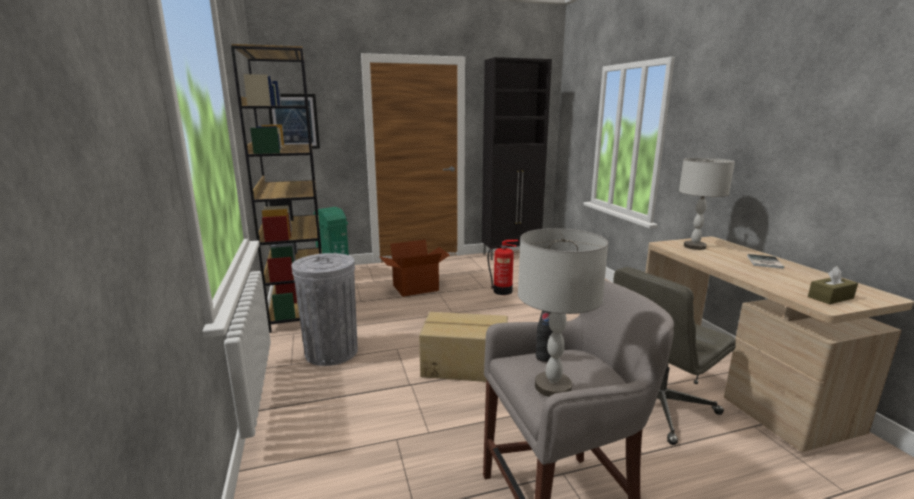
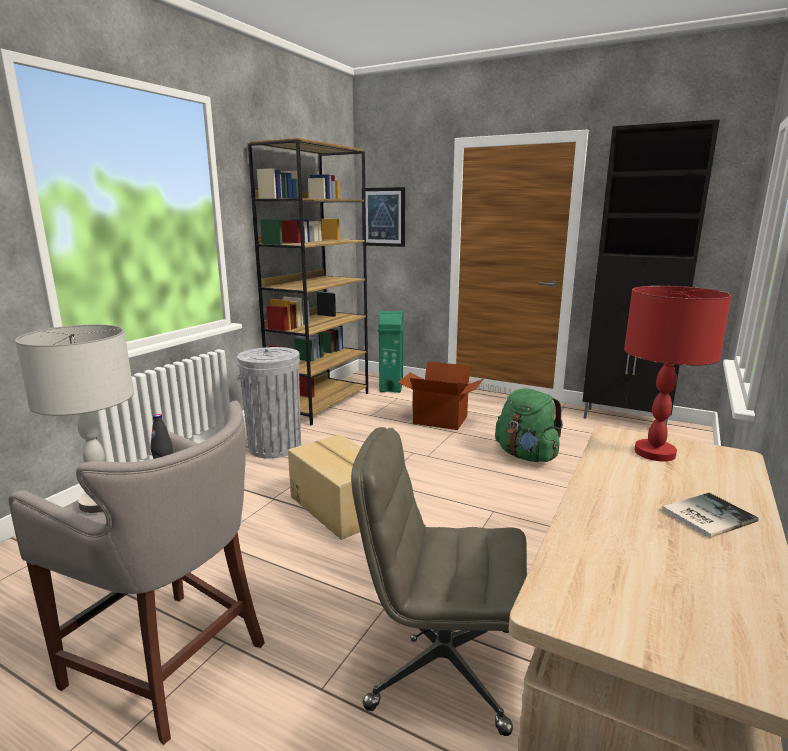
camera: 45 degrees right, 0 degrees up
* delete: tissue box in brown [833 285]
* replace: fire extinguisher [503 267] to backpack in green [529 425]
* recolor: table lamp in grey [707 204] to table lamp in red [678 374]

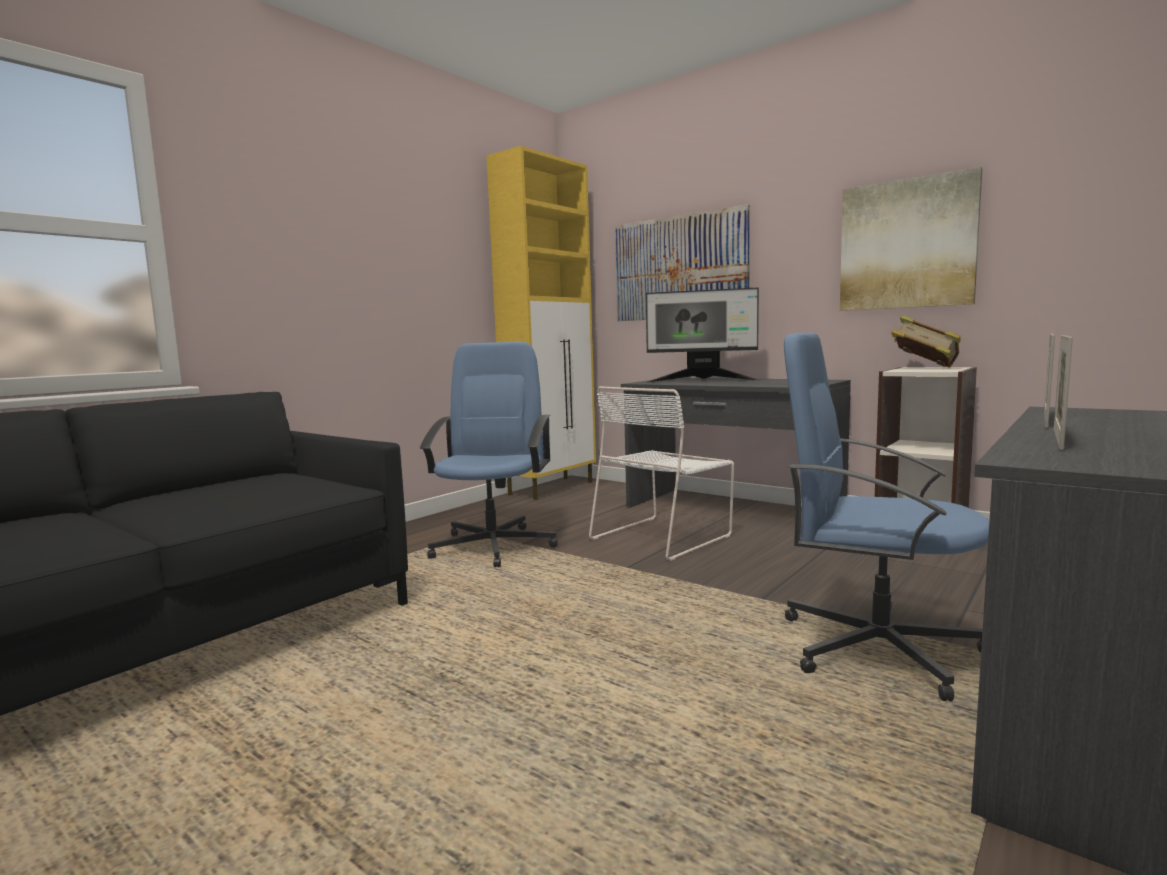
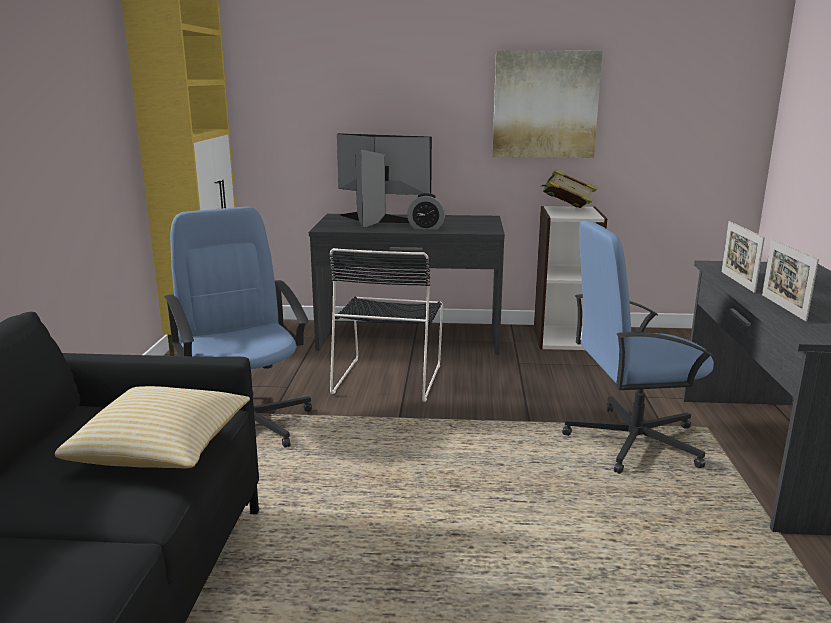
camera: 35 degrees left, 10 degrees up
* delete: picture [682 262]
* insert: pillow [152 427]
* insert: alarm clock [426 211]
* recolor: chair in white [661 473] to chair in black [386 325]
* rotate: monitor [703 335] = [384 180] 135 degrees counterclockwise

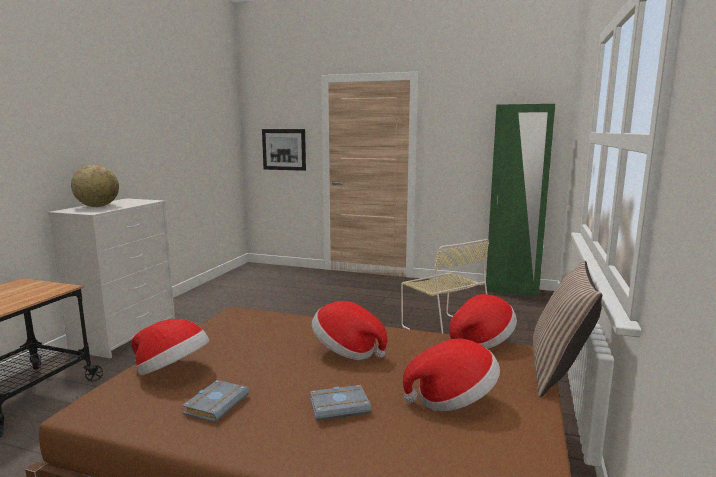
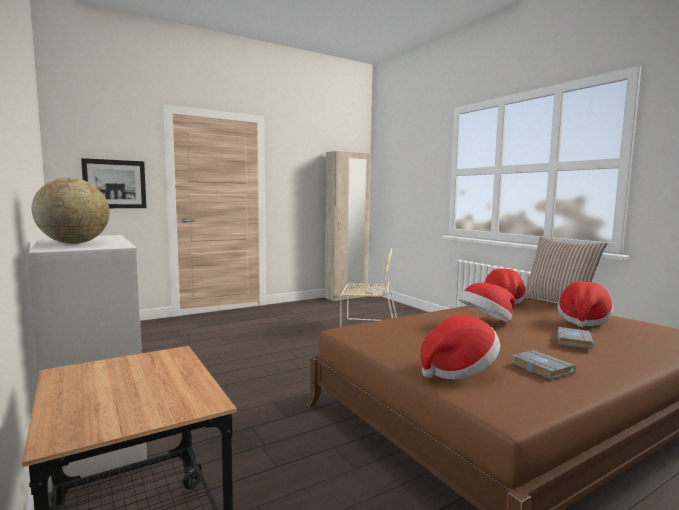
camera: 50 degrees left, 5 degrees down
* recolor: wardrobe in green [520 200] to wardrobe in beige [347 226]

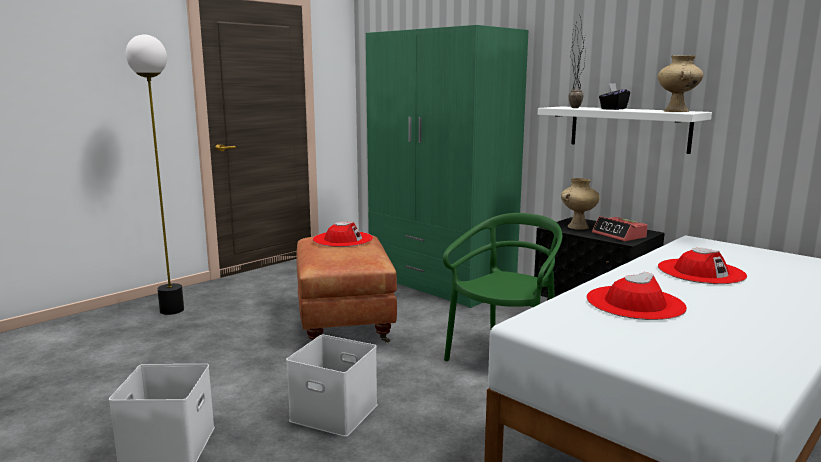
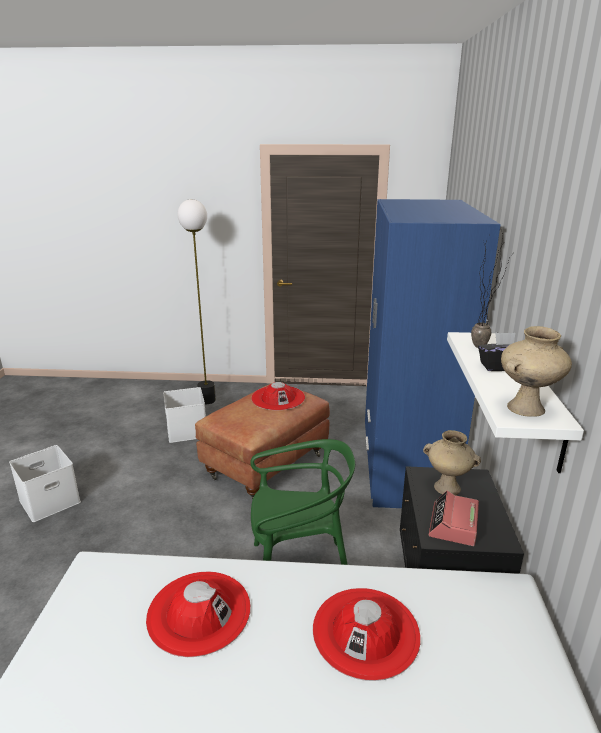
camera: 50 degrees right, 10 degrees up
* move: storage box in white [332 386] to [184 415]
* recolor: wardrobe in green [447 166] to wardrobe in blue [433 353]

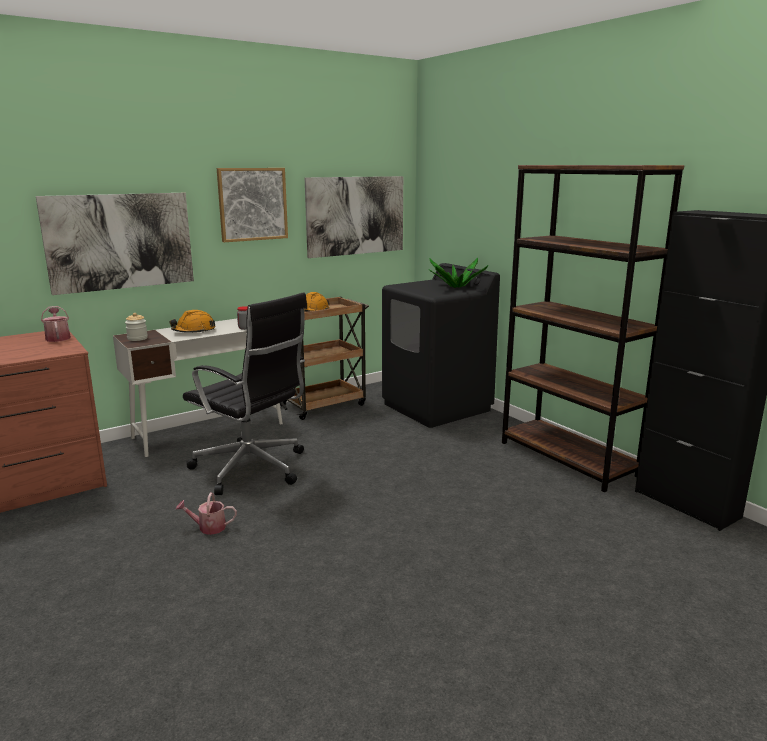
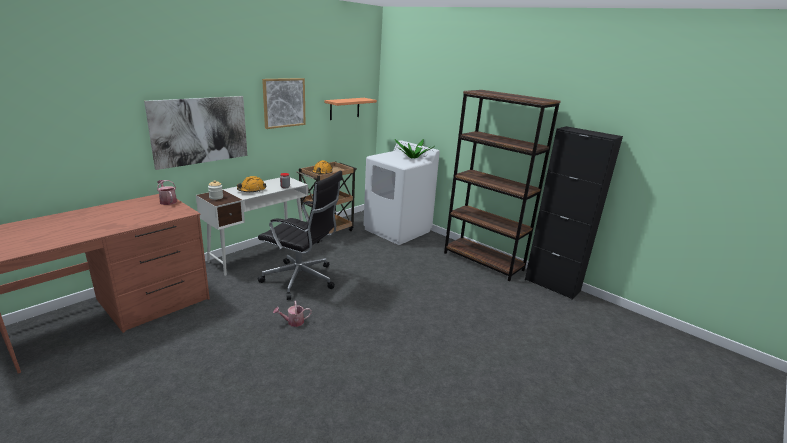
camera: 15 degrees left, 5 degrees up
* replace: picture [354 217] to shelf [350 109]
* recolor: washing machine in black [441 345] to washing machine in white [402 192]

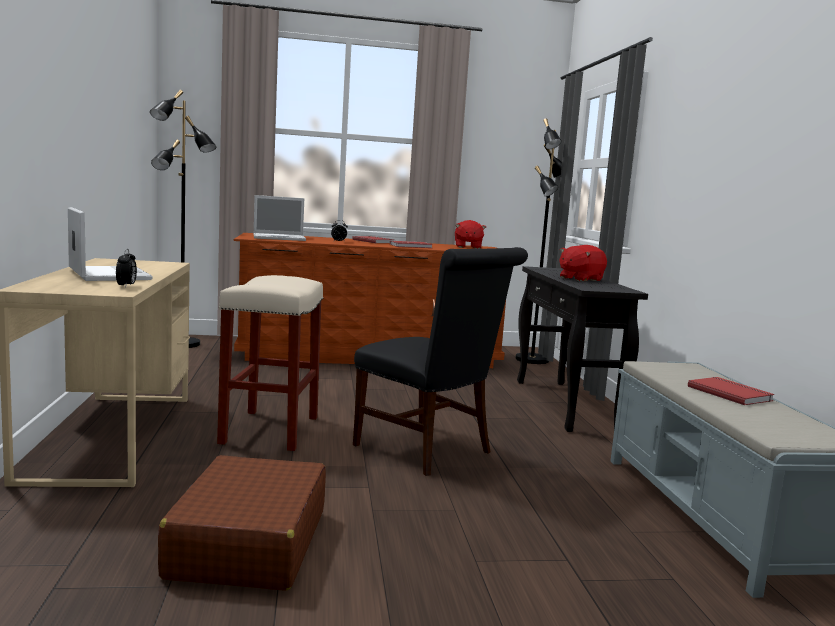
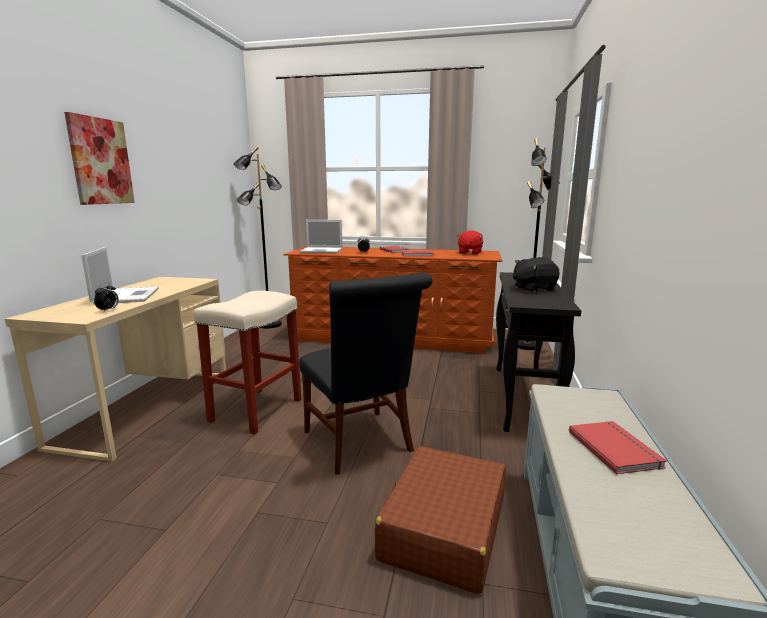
camera: 20 degrees right, 5 degrees up
* insert: picture [99 158]
* move: suitcase in brown [242 523] to [440 520]
* recolor: plush toy in red [583 263] to plush toy in black [536 274]

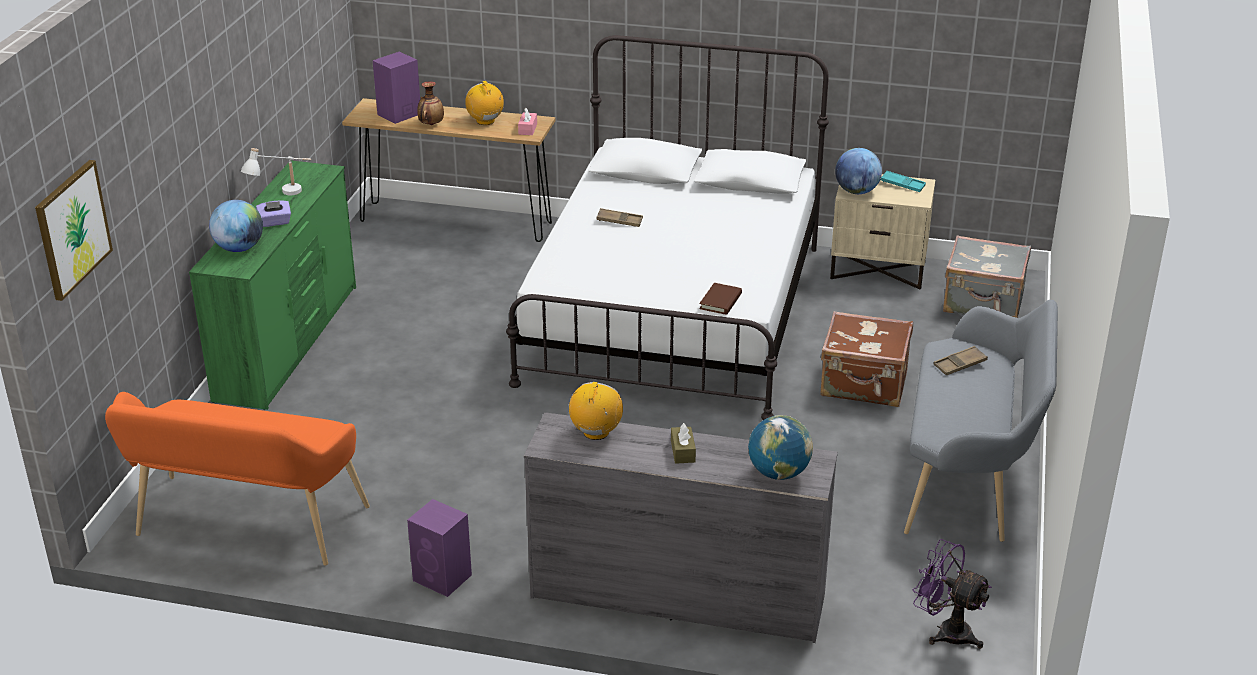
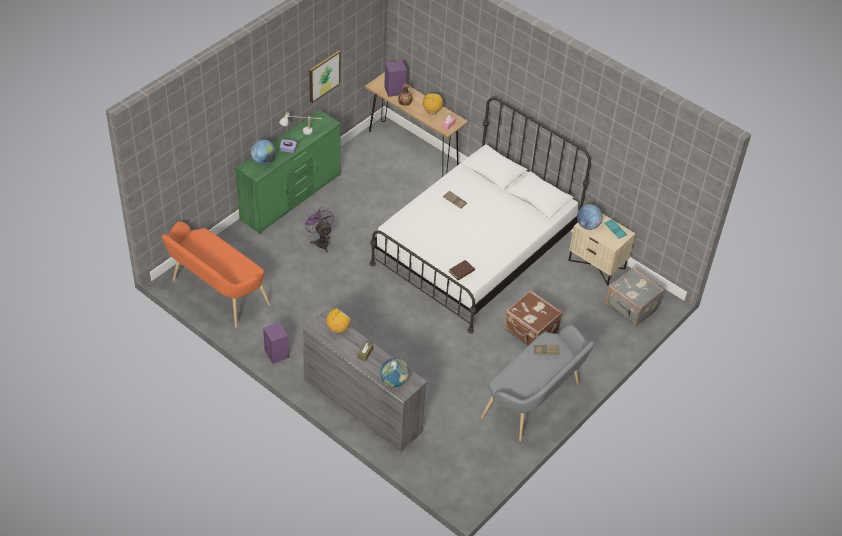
camera: 25 degrees right, 15 degrees up
* move: picture [74 230] to [324 76]
* move: fan in purple [952 594] to [318 229]

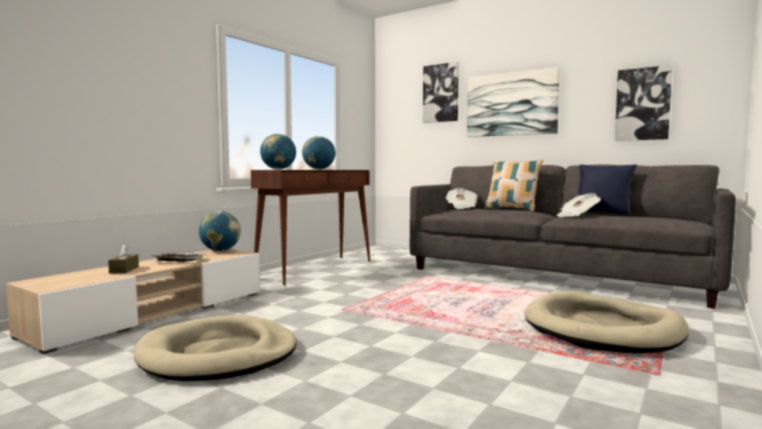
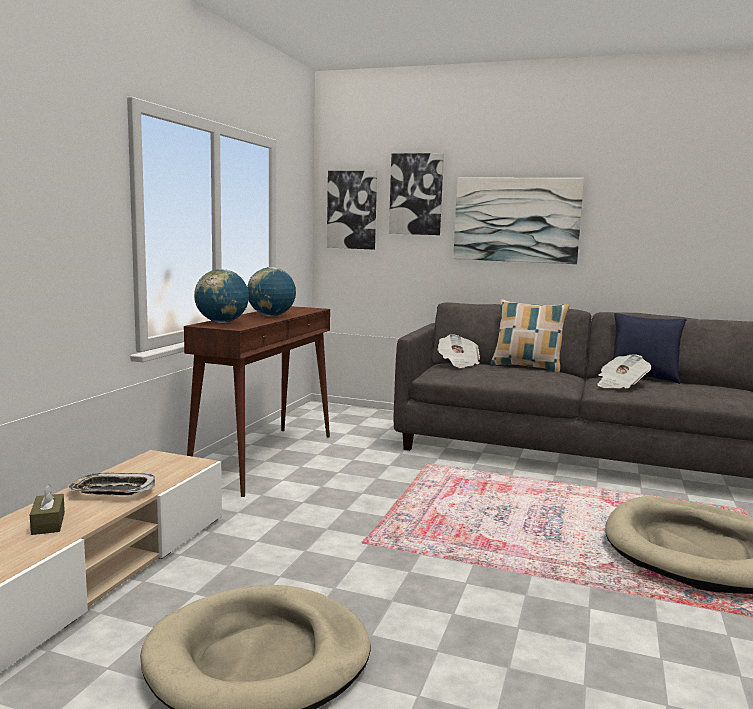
camera: 15 degrees left, 5 degrees up
* delete: globe [220 231]
* move: picture [643 103] to [352 210]

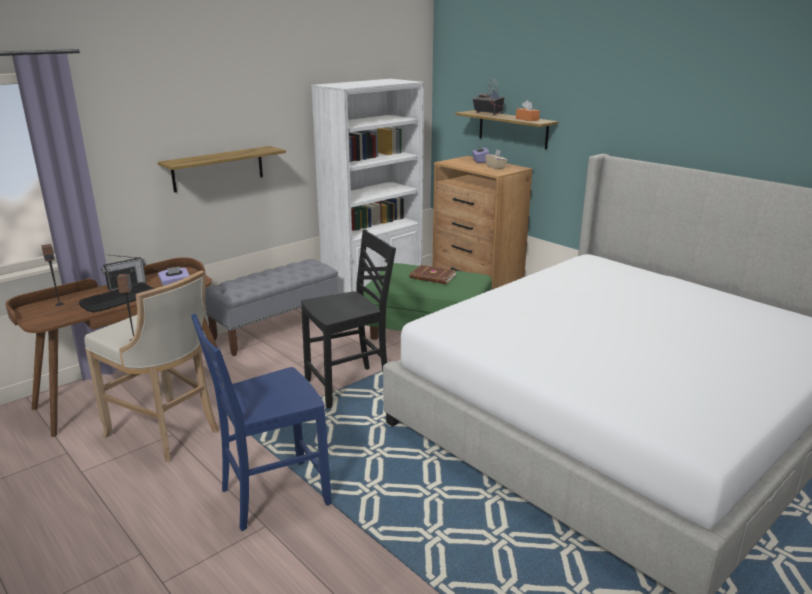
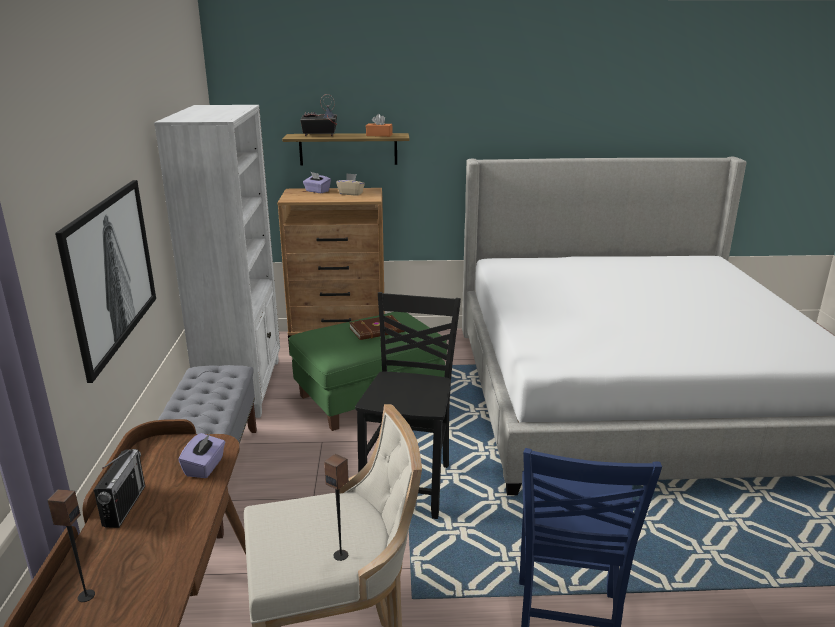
camera: 50 degrees left, 0 degrees up
* delete: keyboard [117 297]
* replace: shelf [222 169] to picture [105 281]

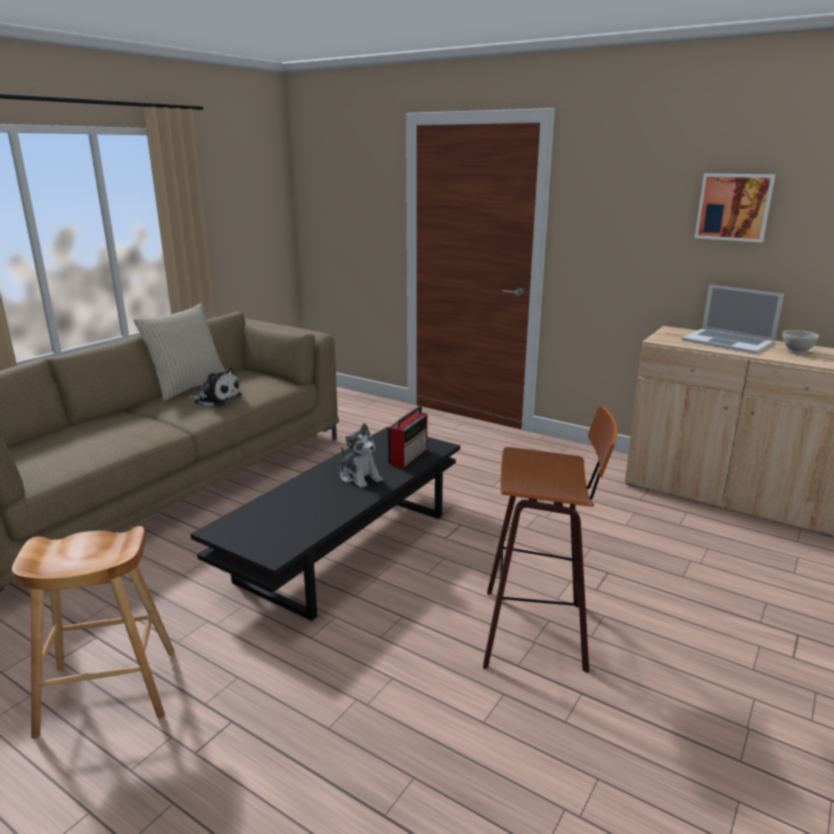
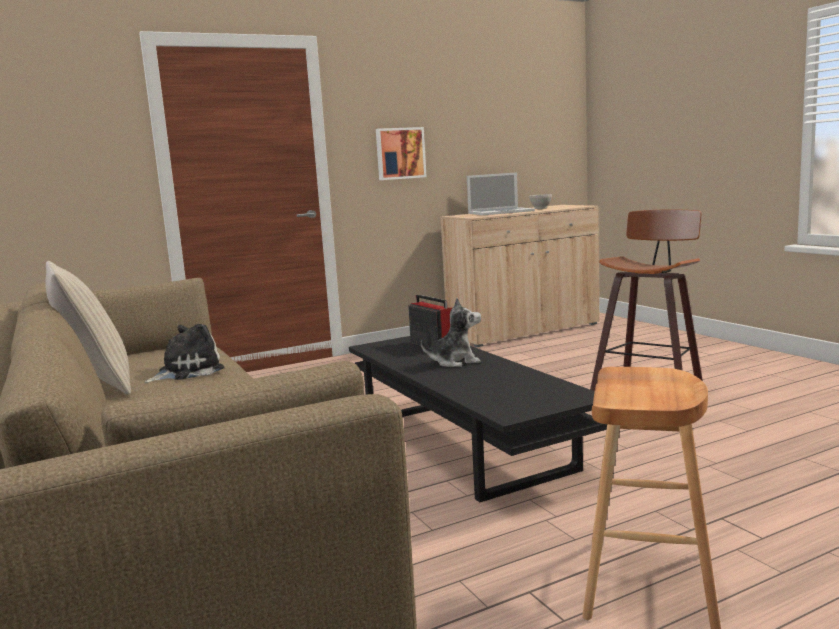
camera: 60 degrees left, 10 degrees down
* move: picture [735 208] to [401 153]

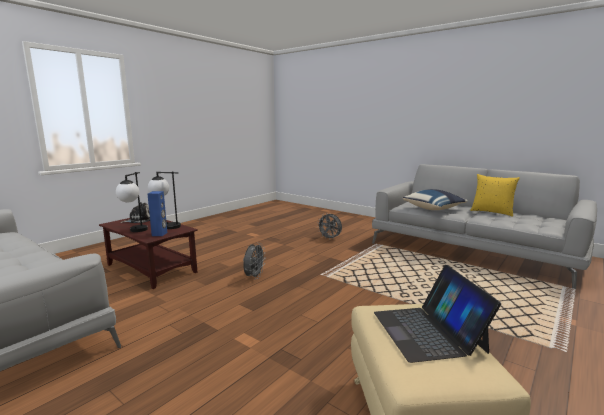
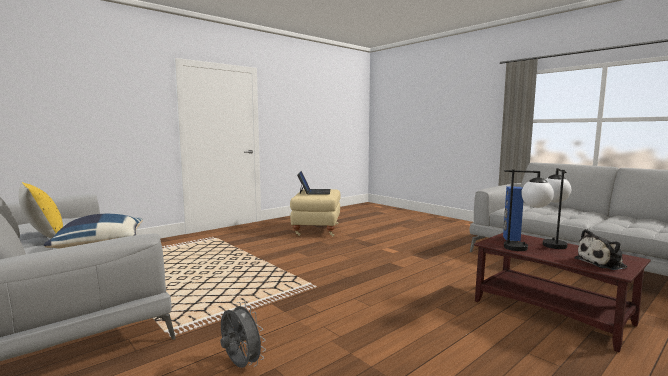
camera: 170 degrees left, 5 degrees down
* delete: fan in grey [254 261]

